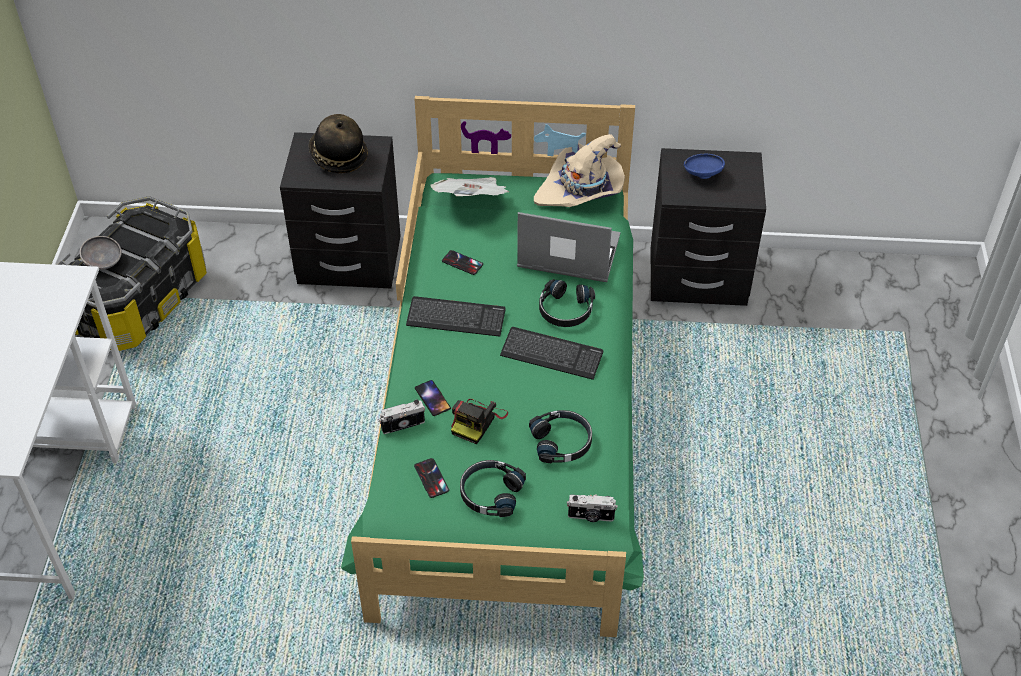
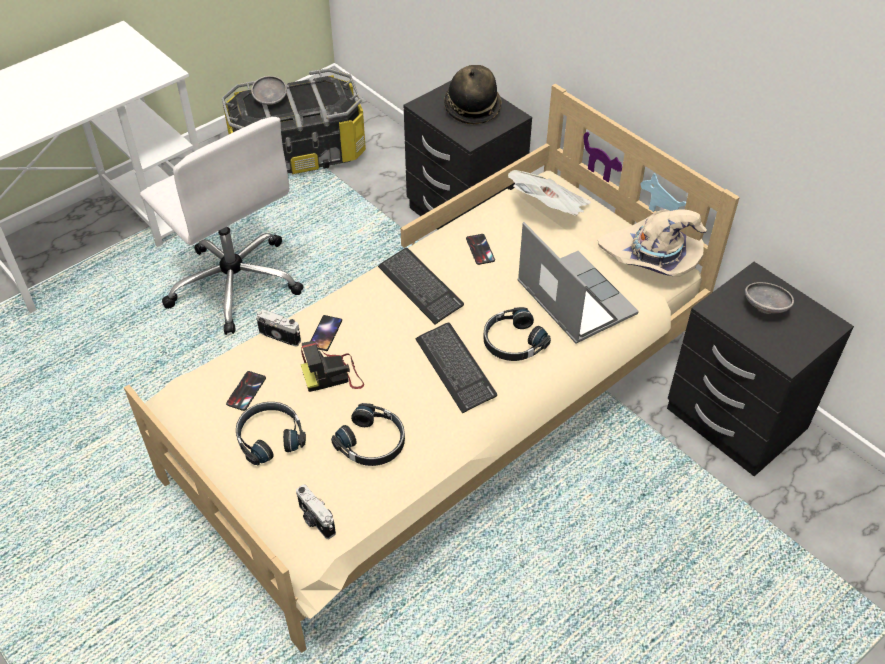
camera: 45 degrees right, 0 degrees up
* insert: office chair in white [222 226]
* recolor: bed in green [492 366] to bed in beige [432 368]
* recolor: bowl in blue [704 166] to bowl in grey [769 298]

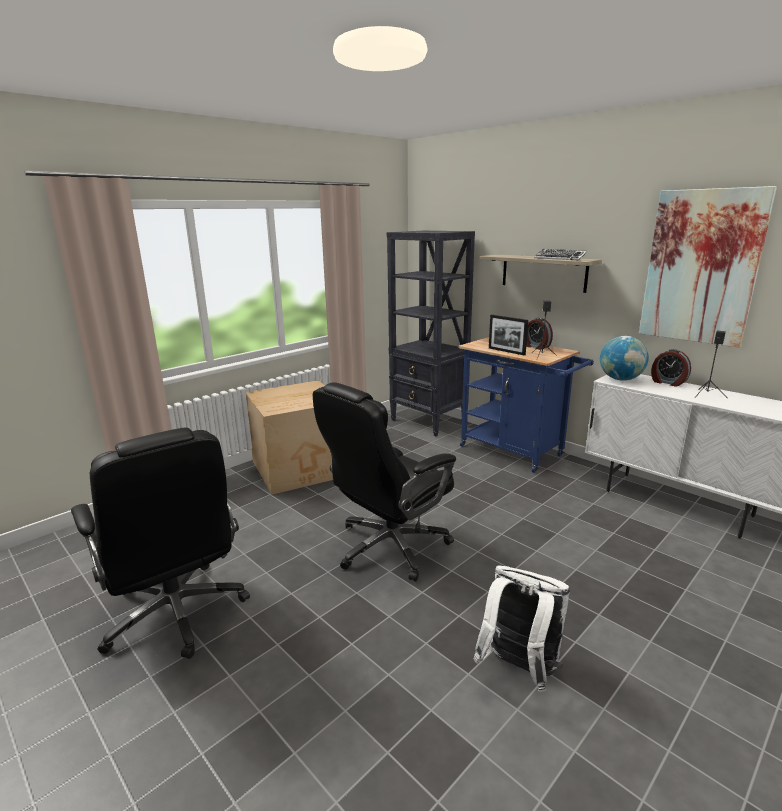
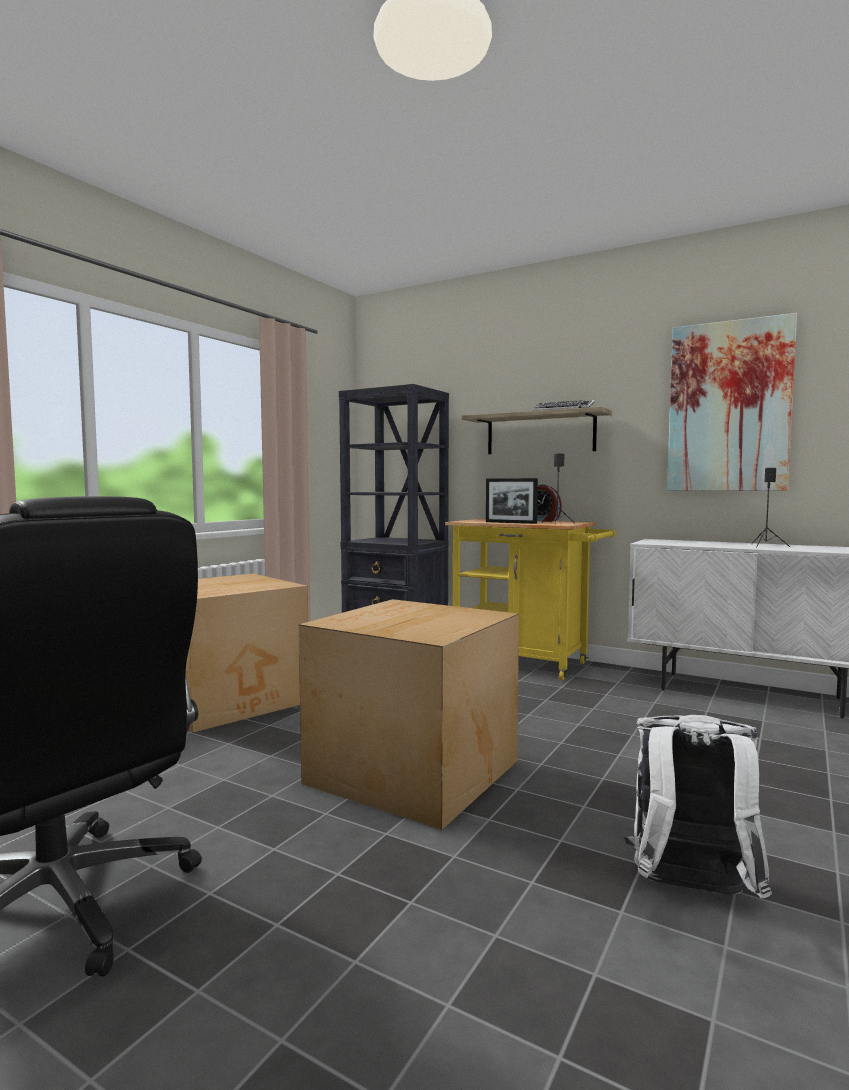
camera: 15 degrees left, 15 degrees down
* delete: globe [624 358]
* delete: alarm clock [671 368]
* replace: office chair in black [384 482] to cardboard box [409 714]
* recolor: cart in blue [526 405] to cart in yellow [530 600]

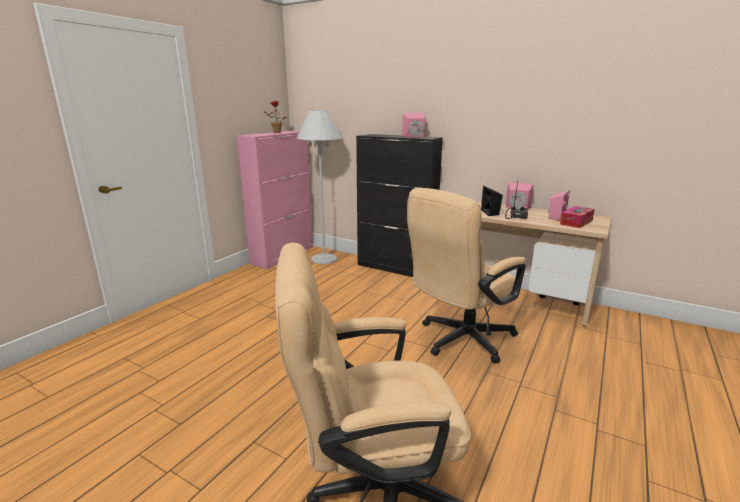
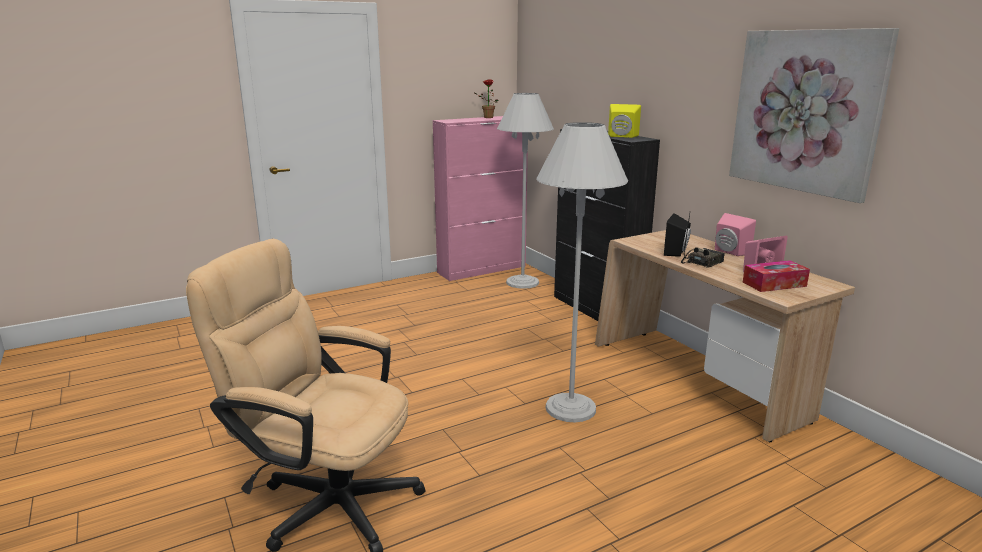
camera: 30 degrees right, 0 degrees up
* insert: picture [814 115]
* replace: office chair in beige [466 275] to floor lamp in white [582 272]
* recolor: speaker in pink [413 125] to speaker in yellow [624 121]

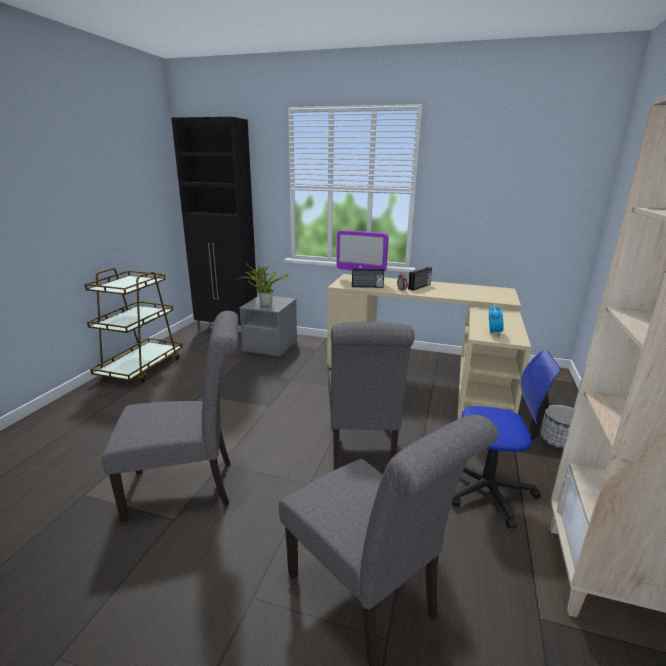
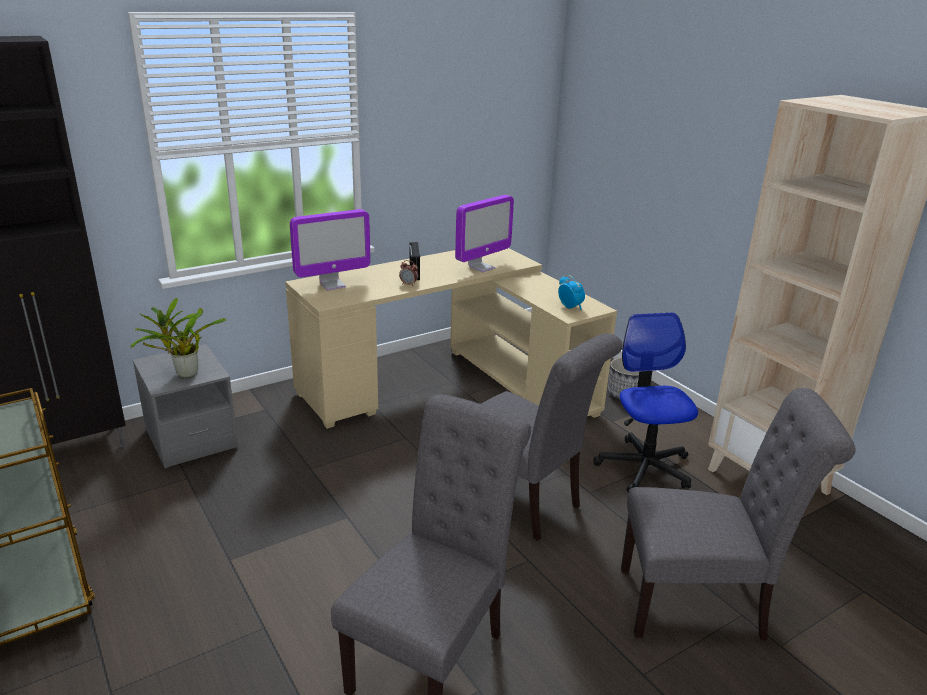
camera: 50 degrees left, 5 degrees up
* delete: radio [368 278]
* insert: monitor [484 233]
* rotate: office chair [506 439] = [645 402] 60 degrees counterclockwise

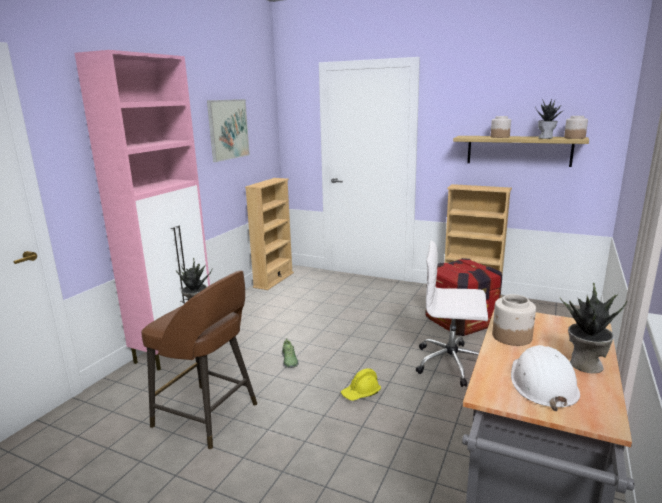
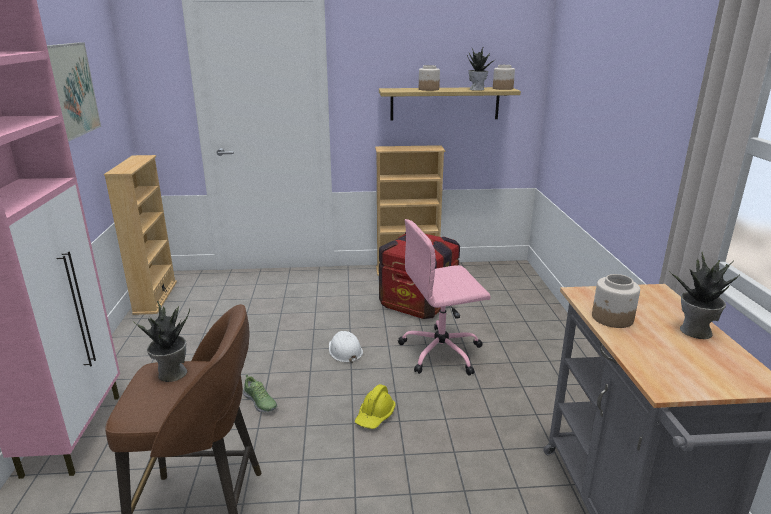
camera: 30 degrees left, 5 degrees up
* move: hard hat in white [545 378] to [346 347]
* recolor: office chair in white [452 313] to office chair in pink [444 297]

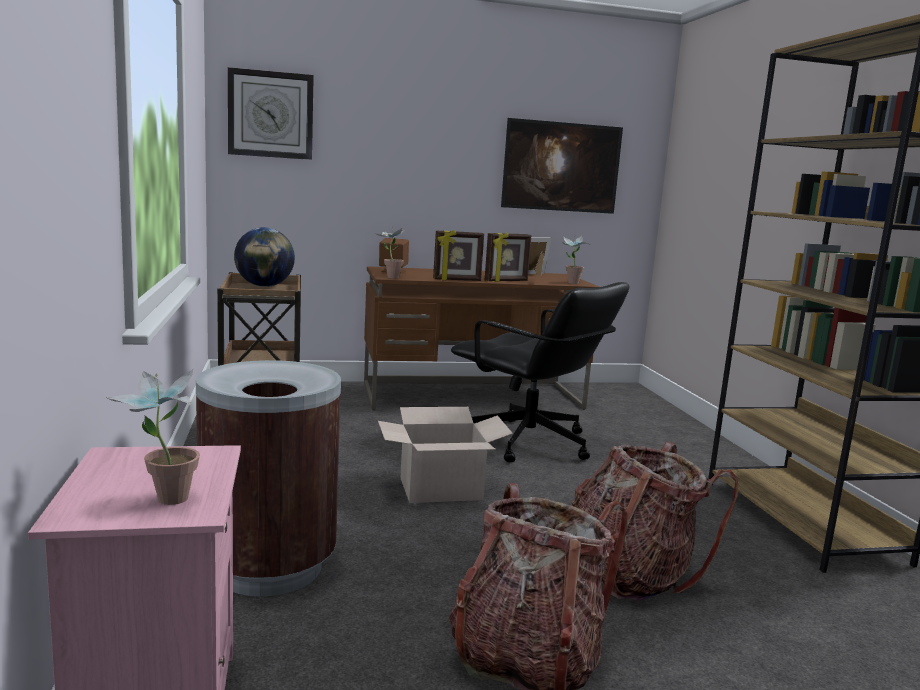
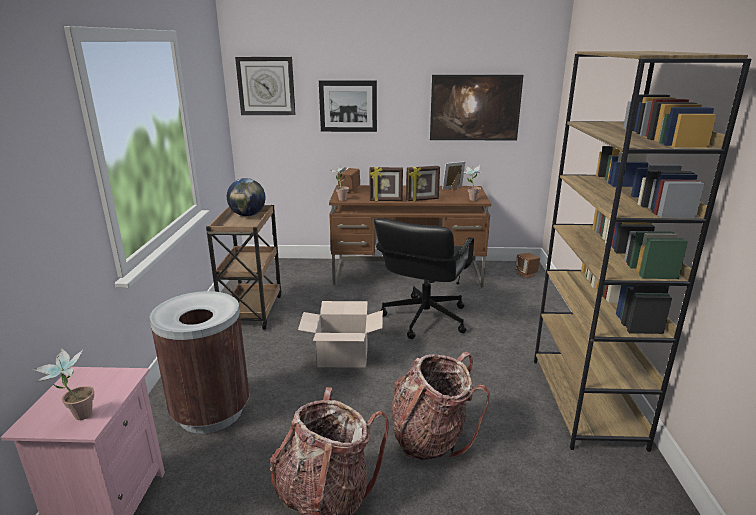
camera: 15 degrees right, 10 degrees up
* insert: picture [348 106]
* insert: speaker in brown [527 265]
* rotate: office chair in black [540 372] = [424 278] 60 degrees clockwise

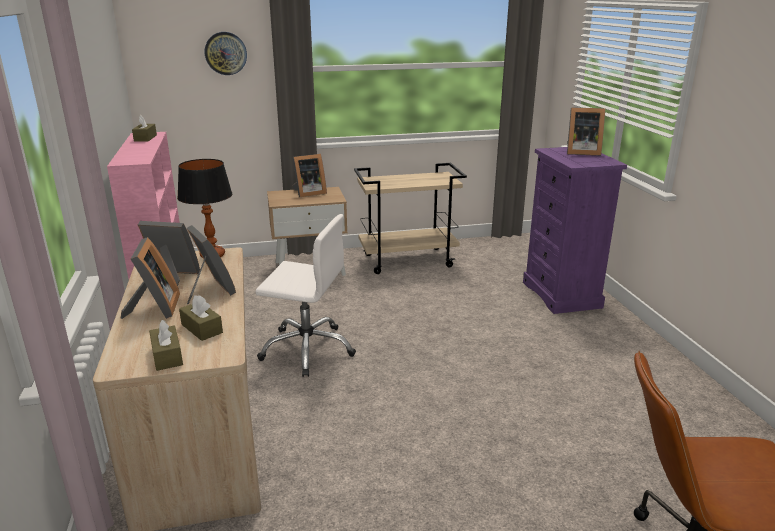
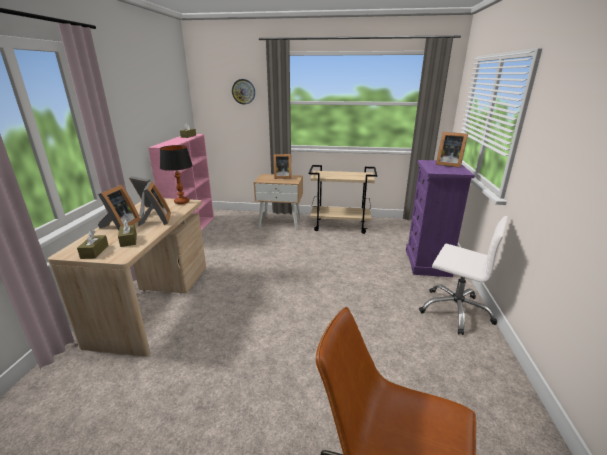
camera: 20 degrees right, 0 degrees up
* move: office chair in white [306 295] to [464 275]

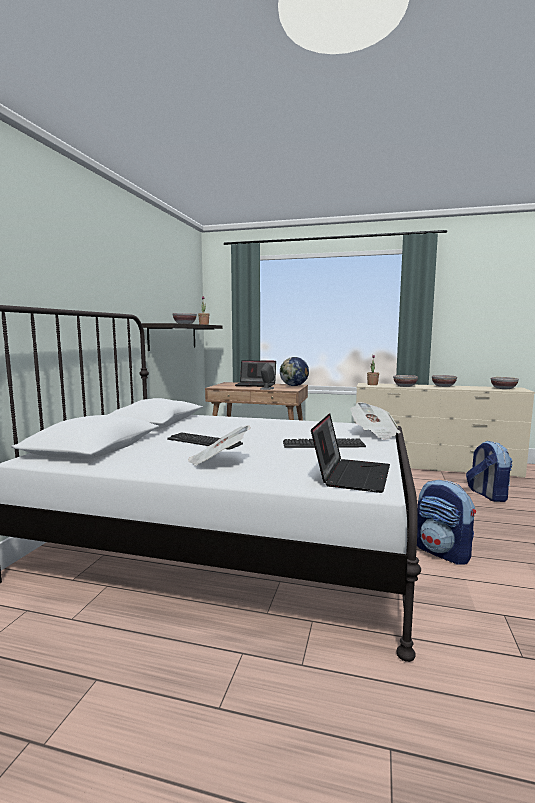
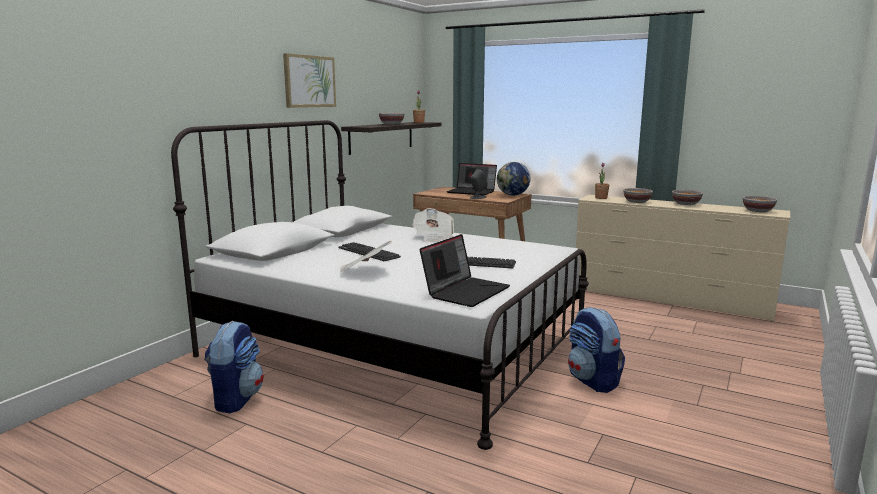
camera: 15 degrees right, 5 degrees up
* insert: picture [309 80]
* move: newspaper [375 421] to [433 225]
* move: backpack [489 471] to [234 367]

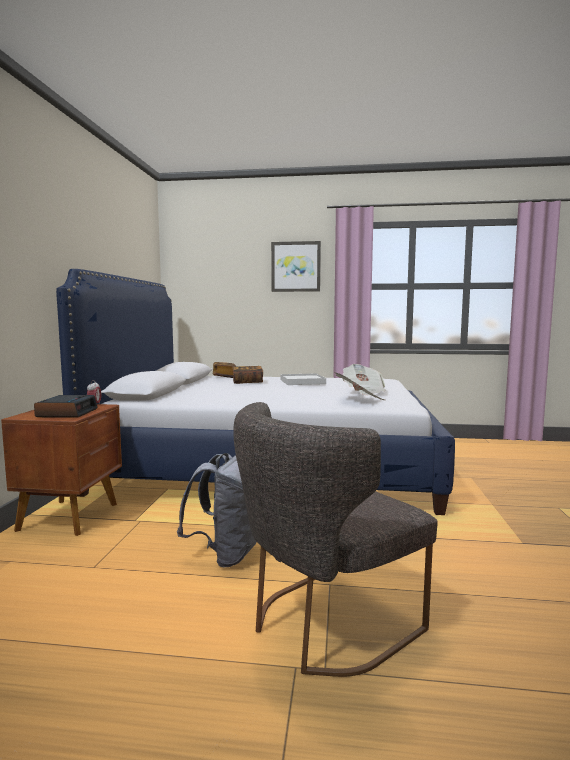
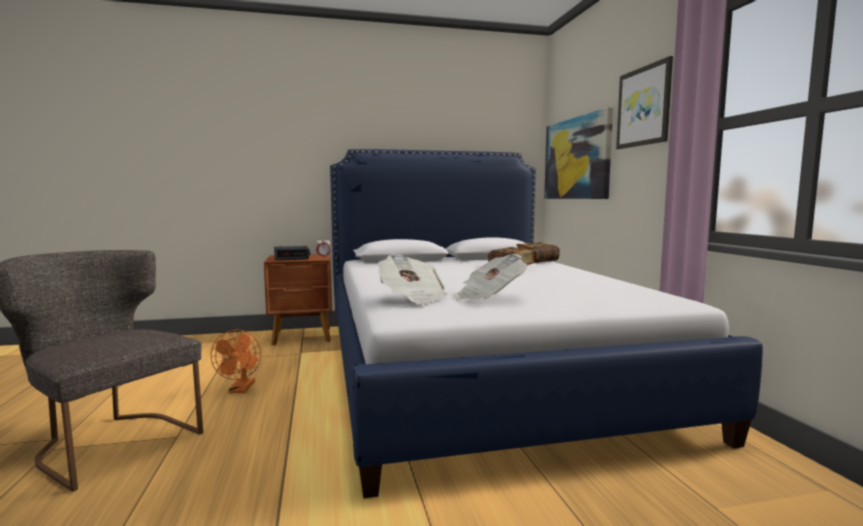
camera: 70 degrees right, 0 degrees up
* delete: tray in white [303 379]
* insert: picture [578 153]
* replace: backpack in grey [217 510] to fan in orange [236 361]

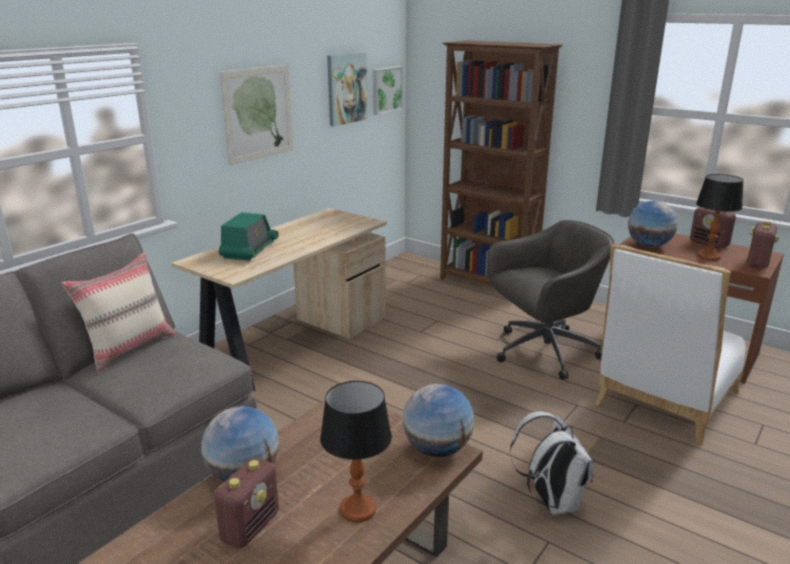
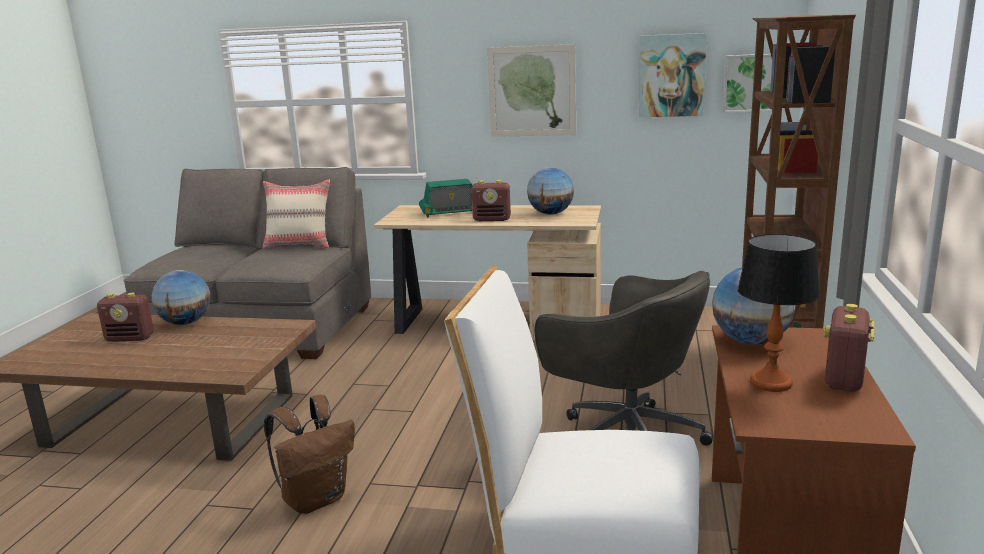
camera: 65 degrees right, 5 degrees down
* delete: table lamp [356 451]
* move: globe [438 420] to [550 191]
* move: radio [763 245] to [491 200]
* recolor: backpack in white [551 463] to backpack in brown [309 454]

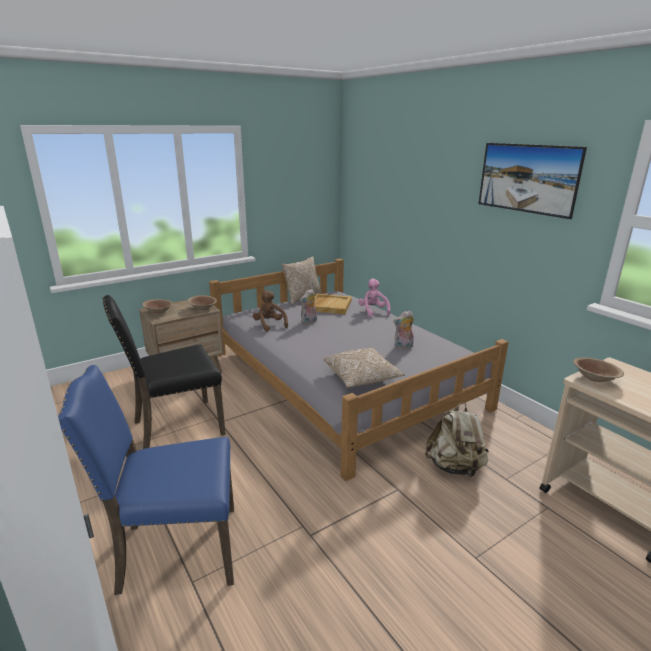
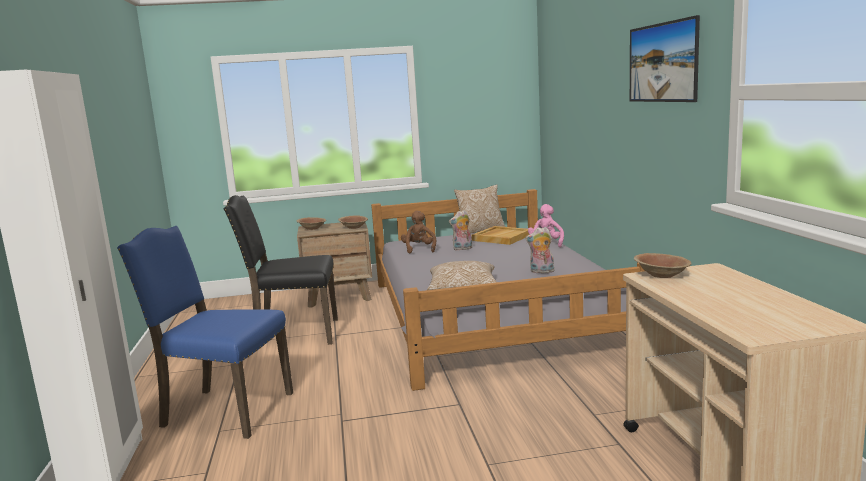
camera: 25 degrees right, 10 degrees down
* delete: backpack in beige [457 440]

